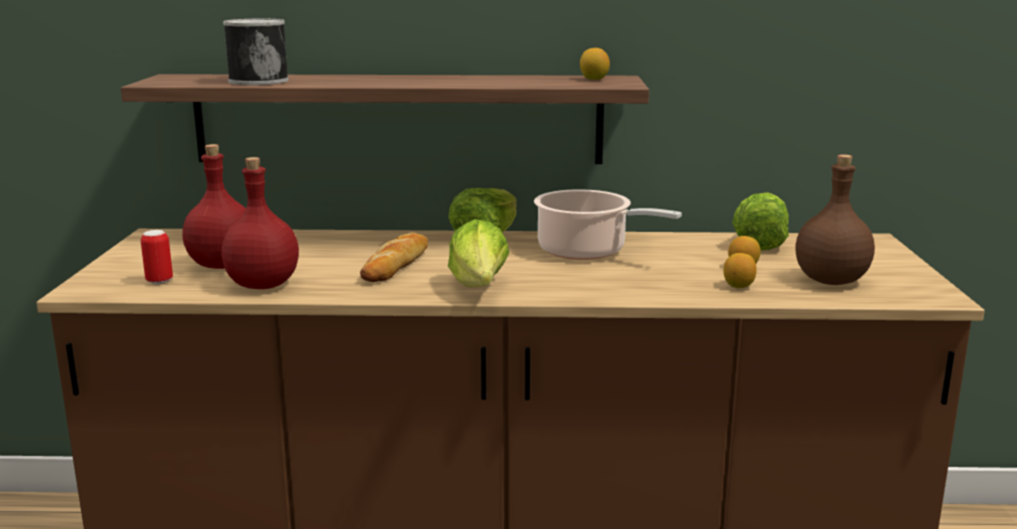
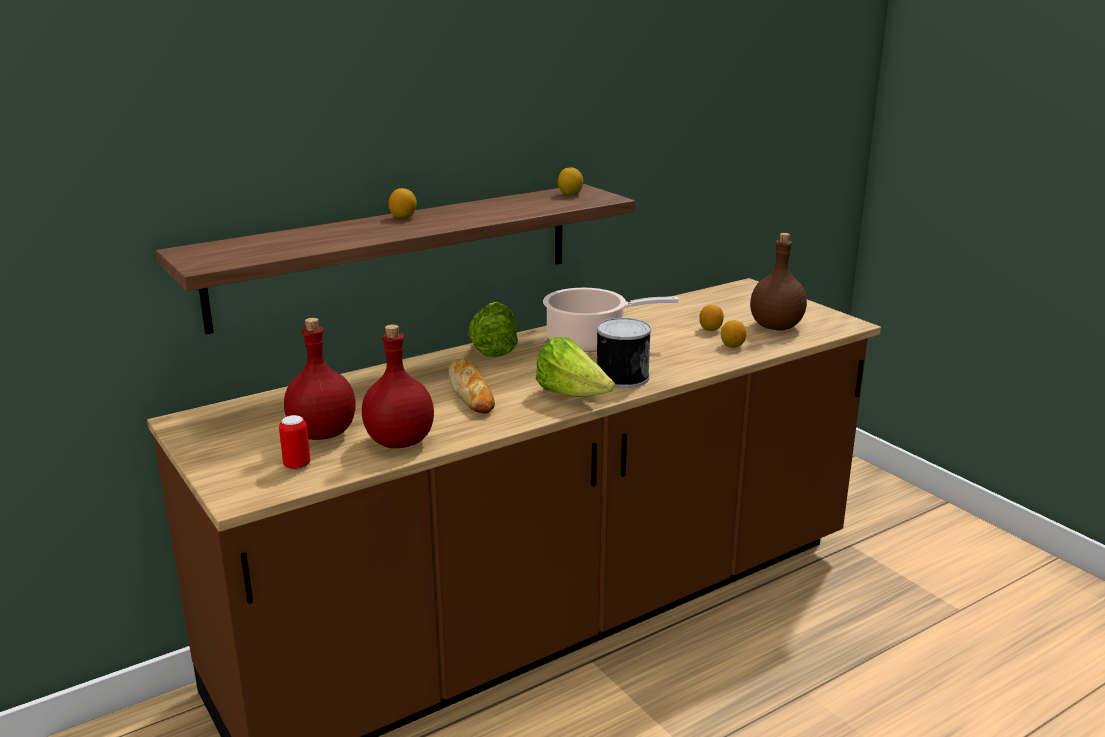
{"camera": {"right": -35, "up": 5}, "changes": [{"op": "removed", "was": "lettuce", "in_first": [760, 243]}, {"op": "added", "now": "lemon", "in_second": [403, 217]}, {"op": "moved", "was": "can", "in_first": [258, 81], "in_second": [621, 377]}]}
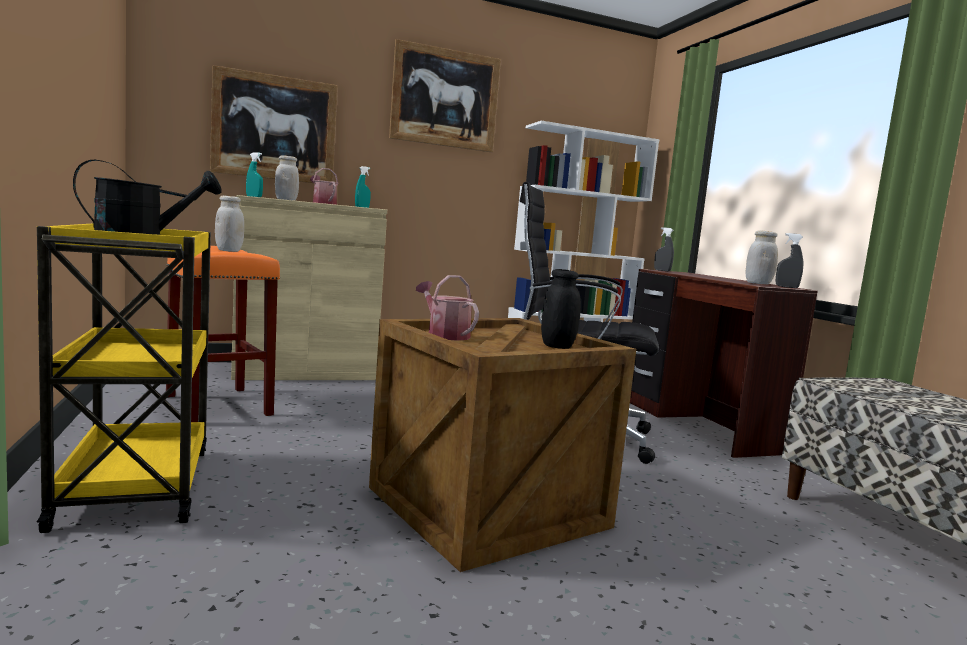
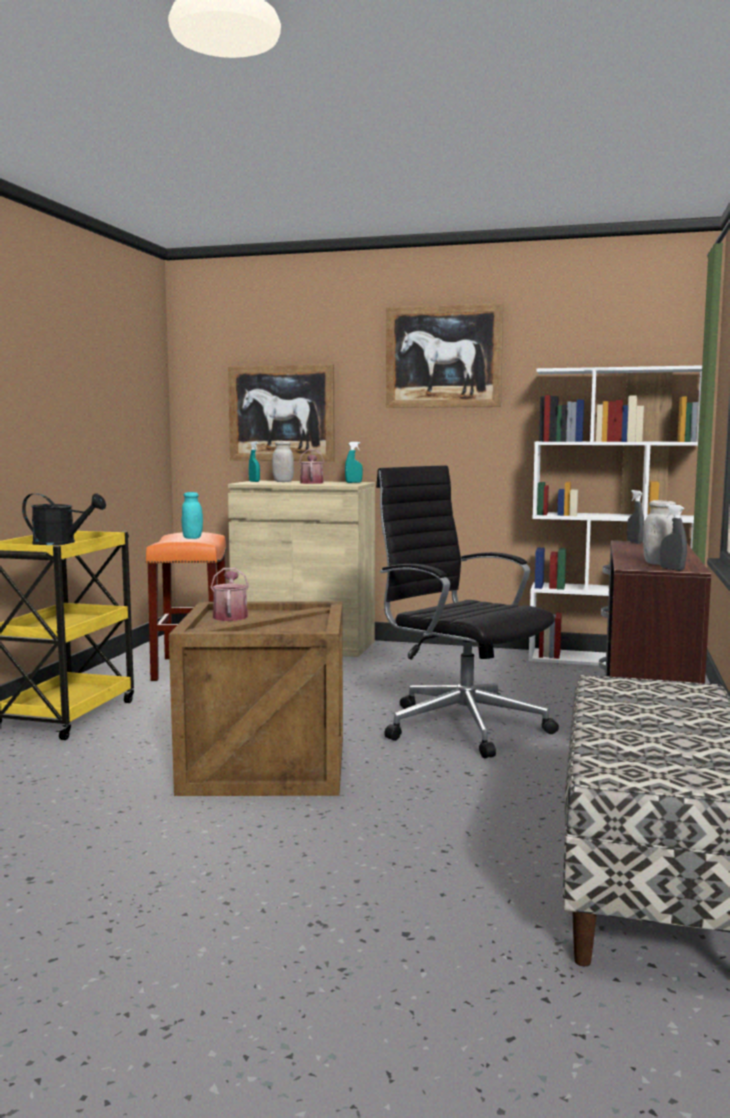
{"camera": {"right": 35, "up": 0}, "changes": [{"op": "removed", "was": "jar (black)", "in_first": [557, 346]}, {"op": "recoloured", "was": "jar (white)", "now": "jar (turquoise)", "in_first": [229, 251], "in_second": [192, 538]}]}
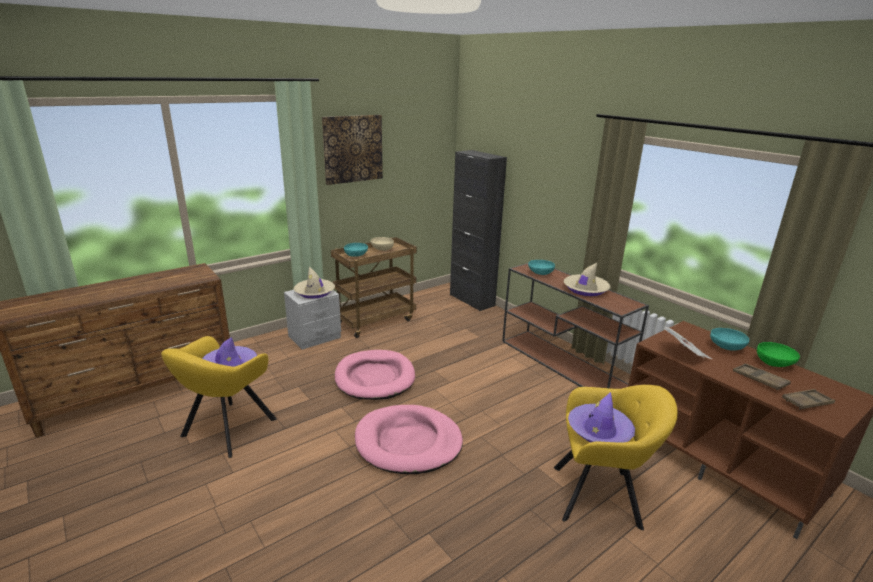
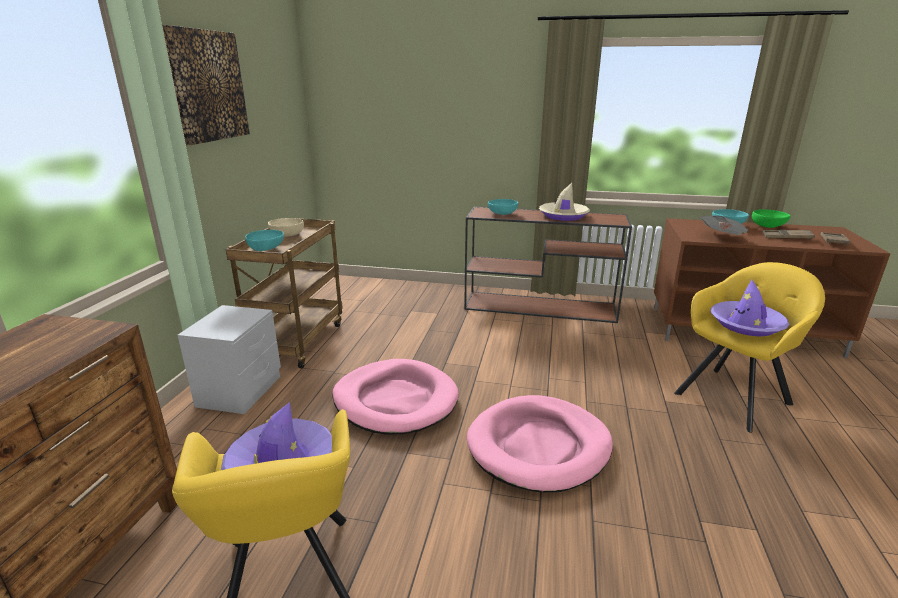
{"camera": {"right": -40, "up": 0}, "changes": [{"op": "removed", "was": "hat (beige)", "in_first": [314, 292]}, {"op": "removed", "was": "cabinet (black)", "in_first": [472, 300]}]}
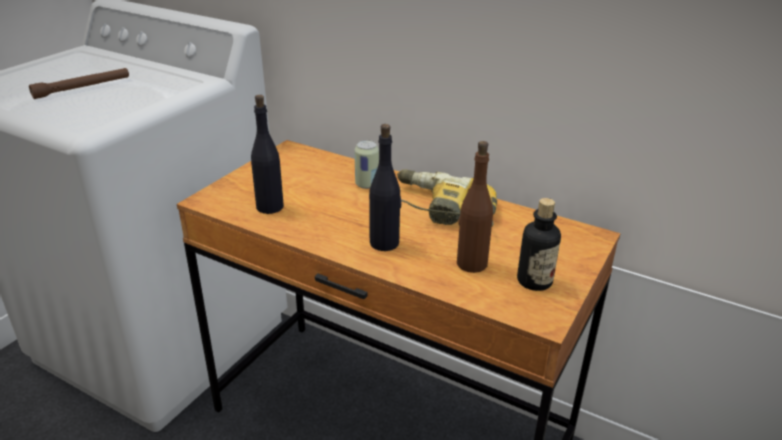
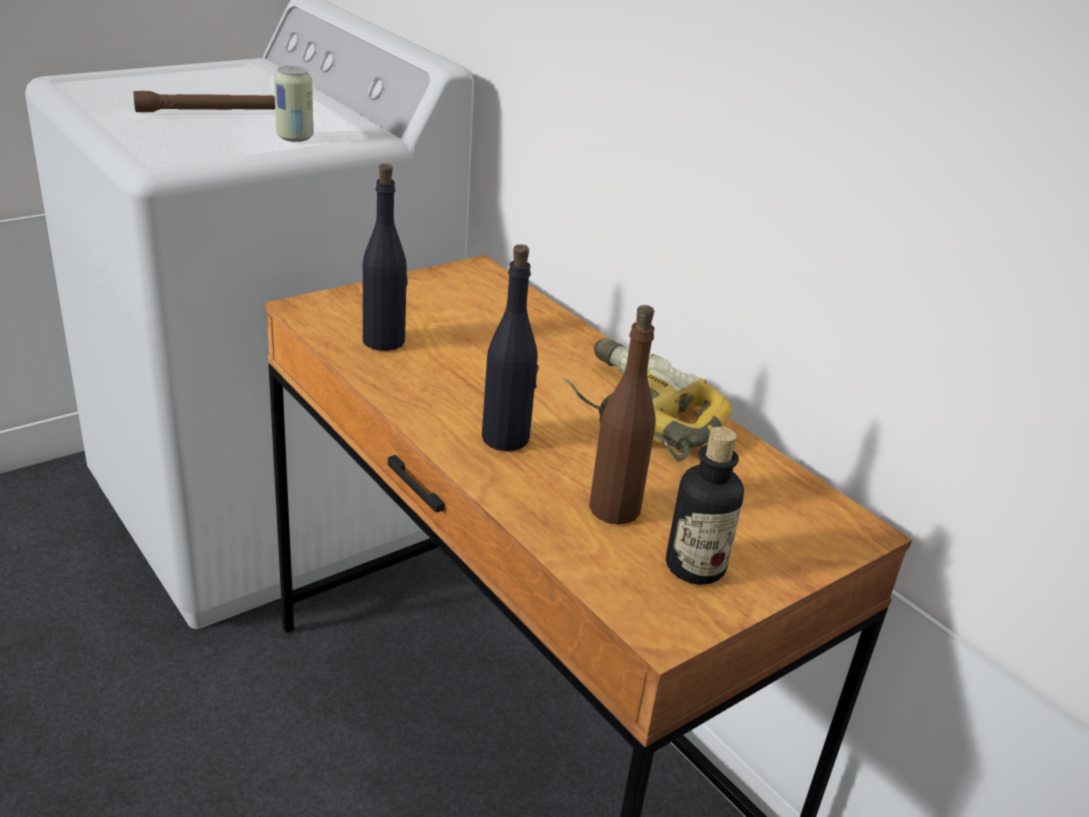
{"camera": {"right": 20, "up": 0}, "changes": [{"op": "moved", "was": "can", "in_first": [367, 184], "in_second": [295, 137]}]}
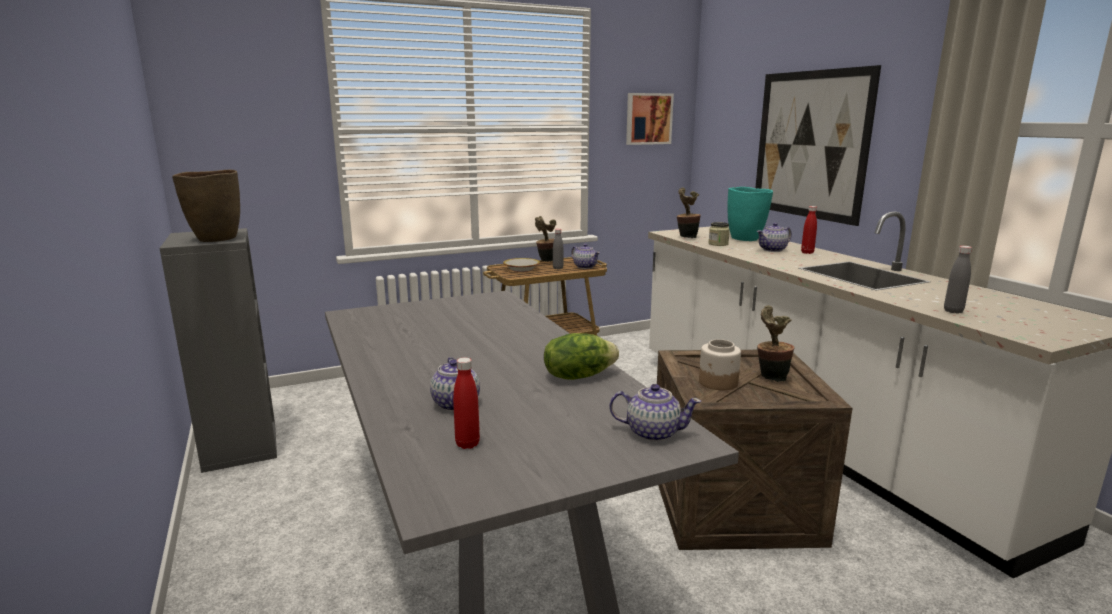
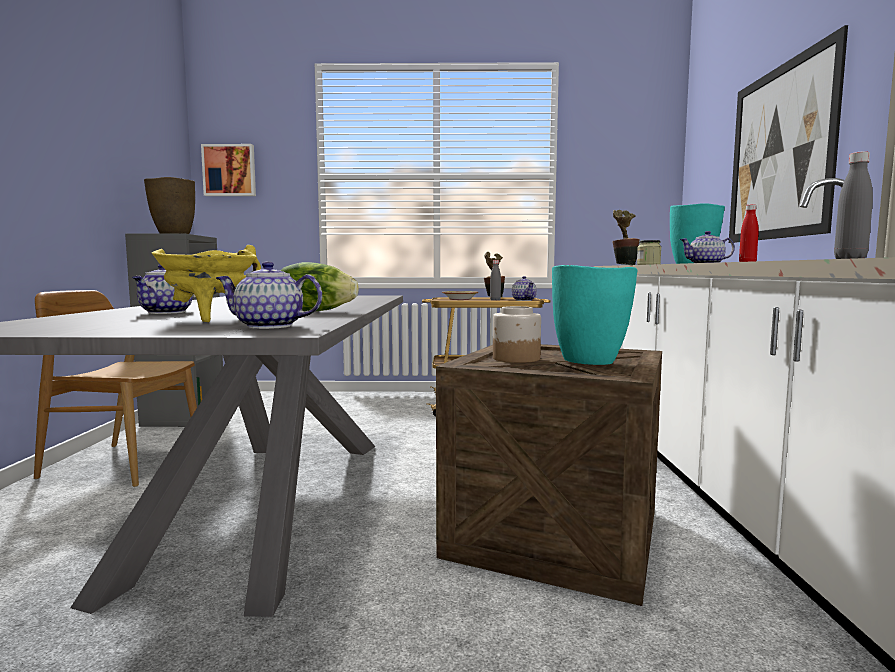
{"camera": {"right": 25, "up": -10}, "changes": [{"op": "removed", "was": "bottle (red)", "in_first": [467, 444]}, {"op": "added", "now": "chair (brown)", "in_second": [124, 464]}, {"op": "added", "now": "cooking pot (yellow)", "in_second": [210, 319]}, {"op": "moved", "was": "picture", "in_first": [648, 119], "in_second": [230, 170]}, {"op": "replaced", "was": "potted plant", "now": "vase (turquoise)", "in_first": [770, 377], "in_second": [590, 361]}, {"op": "turned", "was": "teapot", "in_first": [652, 432], "in_second": [270, 326], "clockwise": 150}]}
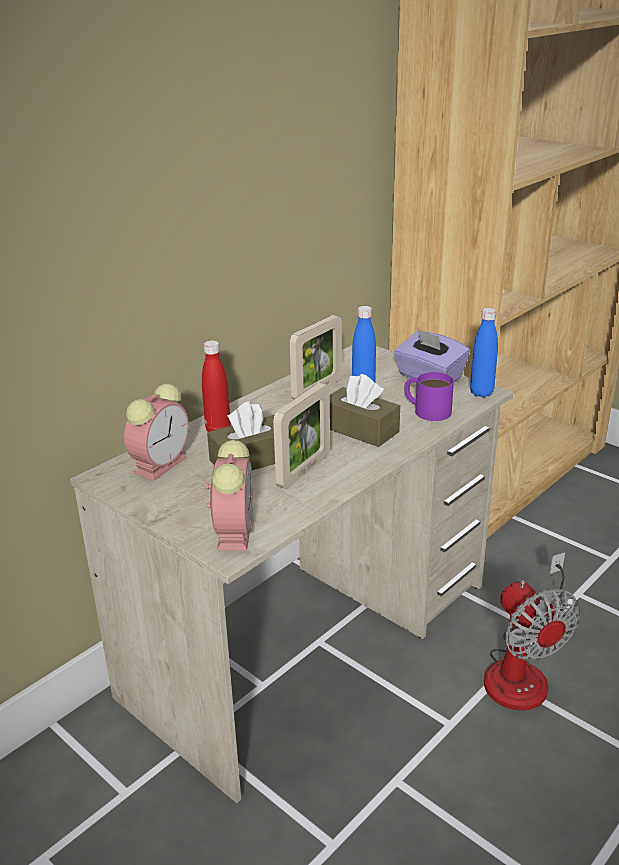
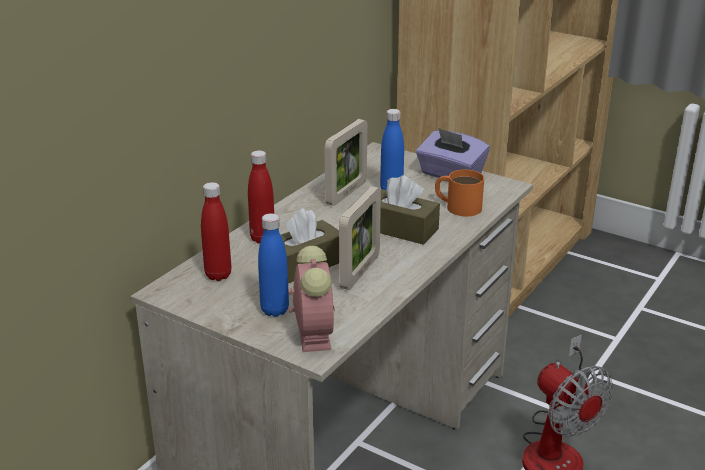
{"camera": {"right": -10, "up": 0}, "changes": [{"op": "moved", "was": "bottle (blue)", "in_first": [481, 393], "in_second": [274, 310]}, {"op": "replaced", "was": "alarm clock", "now": "bottle (red)", "in_first": [161, 464], "in_second": [218, 275]}, {"op": "recoloured", "was": "mug (purple)", "now": "mug (orange)", "in_first": [426, 410], "in_second": [457, 206]}]}
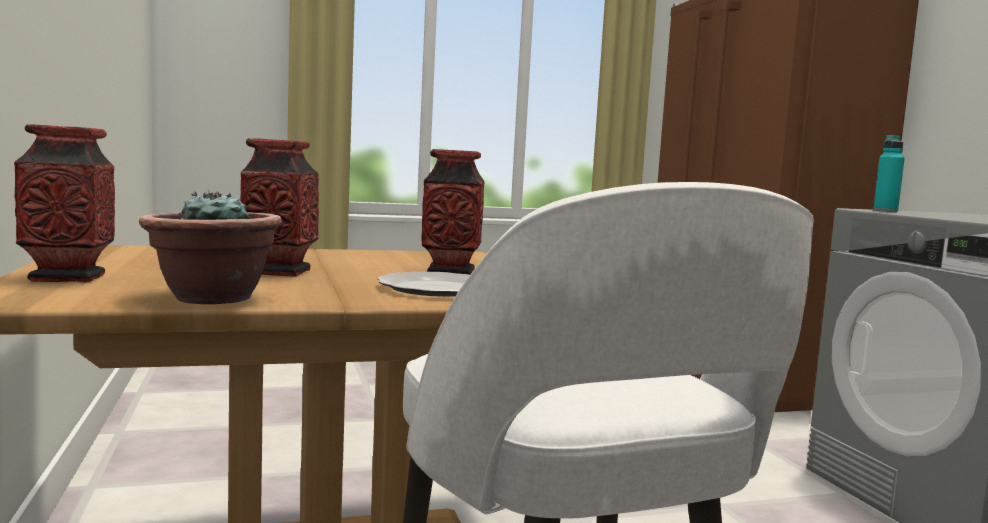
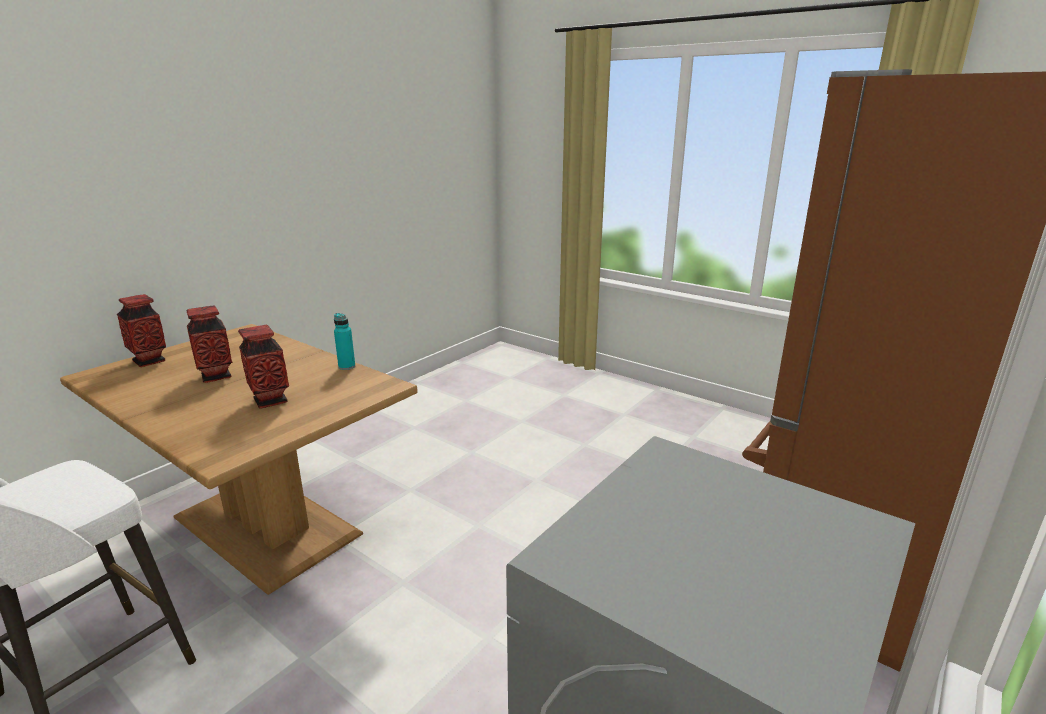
{"camera": {"right": 55, "up": 15}, "changes": [{"op": "removed", "was": "potted plant", "in_first": [211, 298]}, {"op": "removed", "was": "plate", "in_first": [438, 289]}, {"op": "moved", "was": "bottle (turquoise)", "in_first": [885, 211], "in_second": [347, 366]}]}
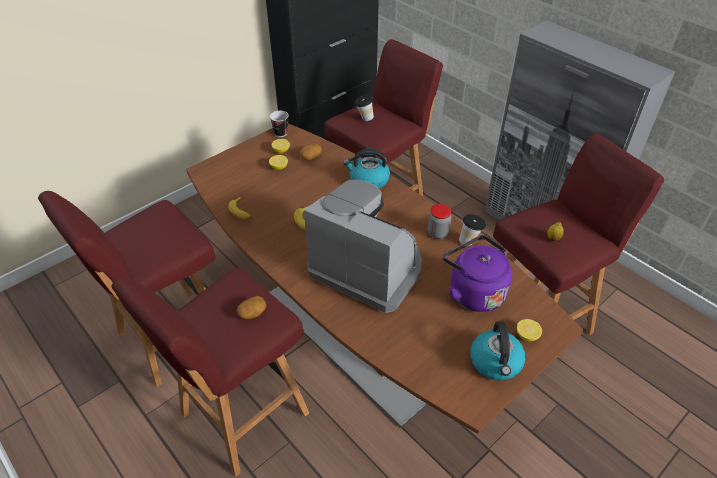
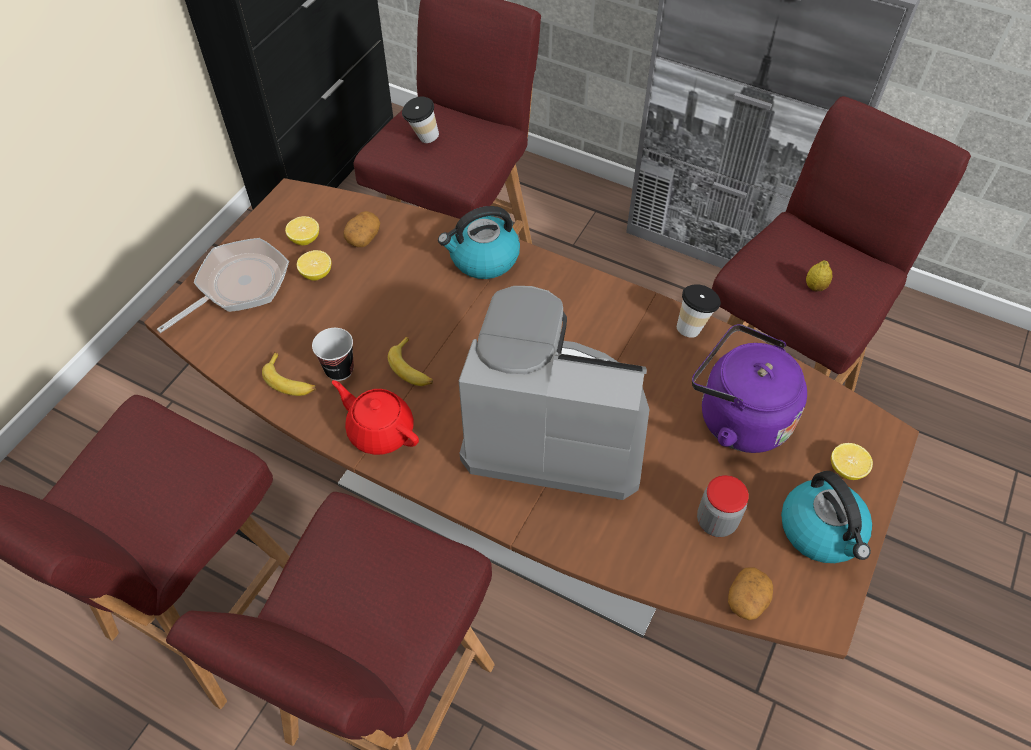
{"camera": {"right": -20, "up": 10}, "changes": [{"op": "added", "now": "frying pan", "in_second": [238, 286]}, {"op": "added", "now": "teapot (red)", "in_second": [380, 430]}, {"op": "moved", "was": "potato", "in_first": [252, 313], "in_second": [747, 600]}, {"op": "moved", "was": "cup", "in_first": [281, 133], "in_second": [339, 369]}, {"op": "moved", "was": "jar", "in_first": [438, 233], "in_second": [716, 521]}]}
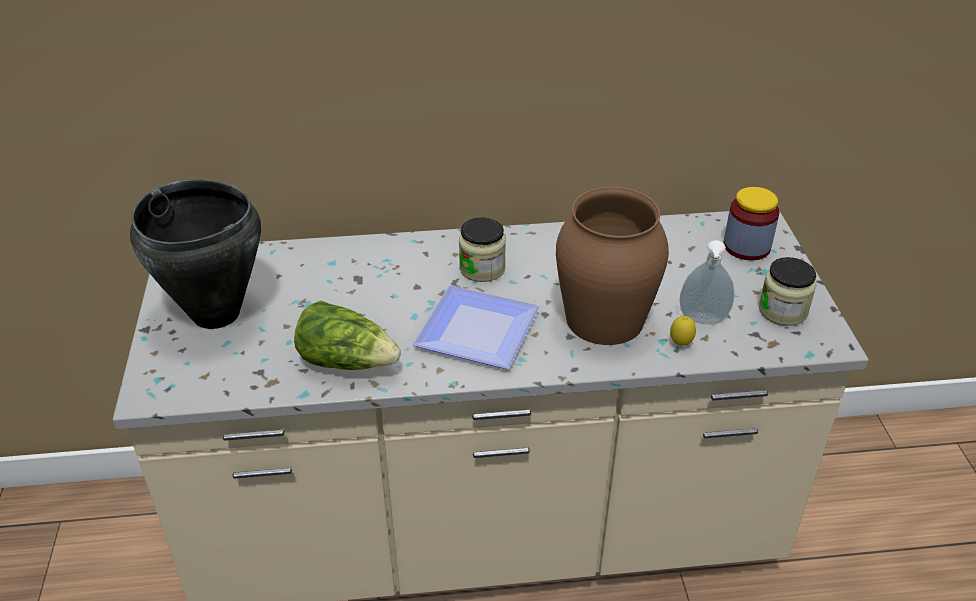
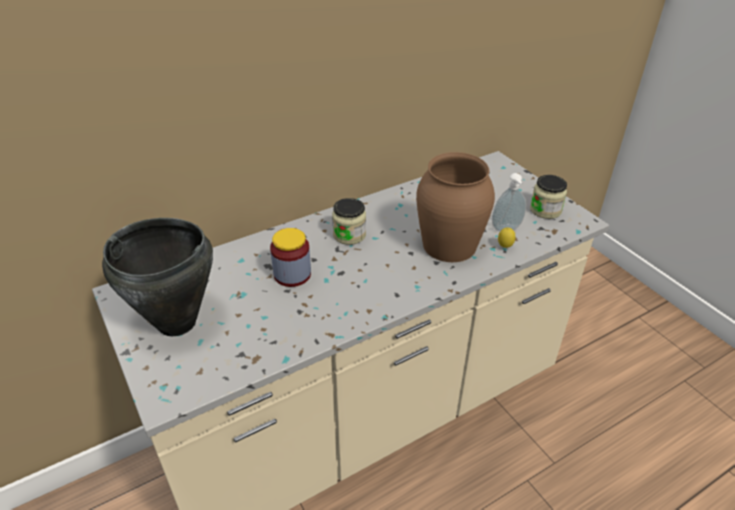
{"camera": {"right": -25, "up": 0}, "changes": [{"op": "removed", "was": "lettuce", "in_first": [347, 361]}, {"op": "removed", "was": "plate", "in_first": [479, 334]}, {"op": "moved", "was": "jar", "in_first": [746, 246], "in_second": [292, 274]}]}
